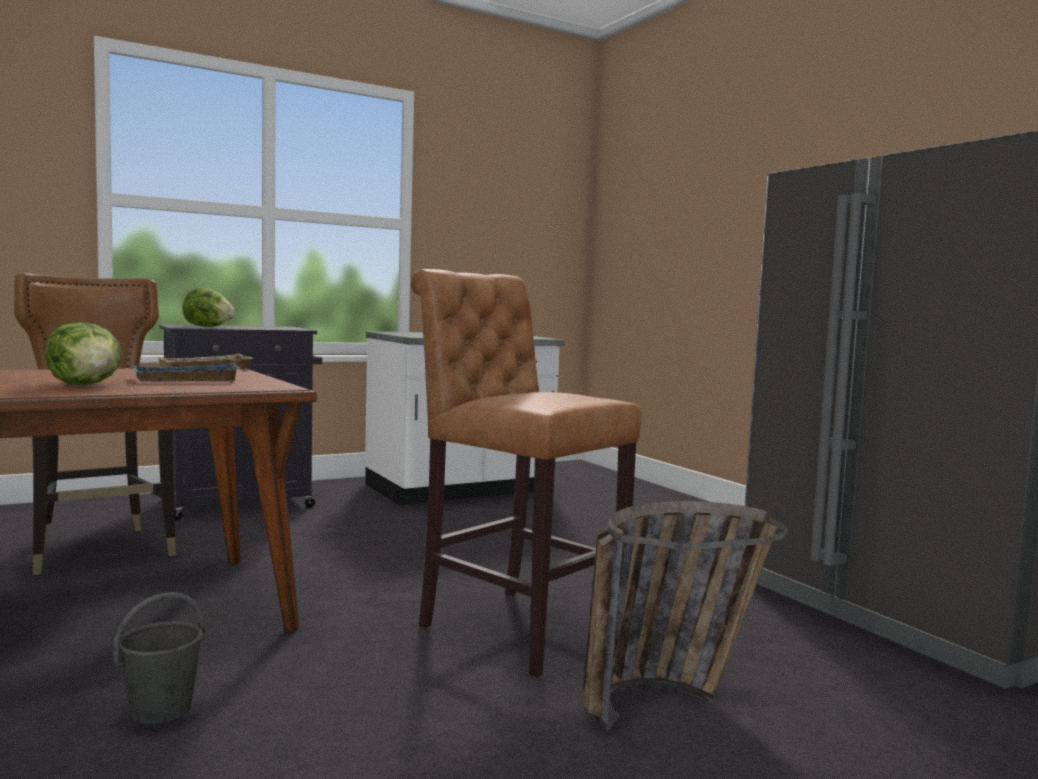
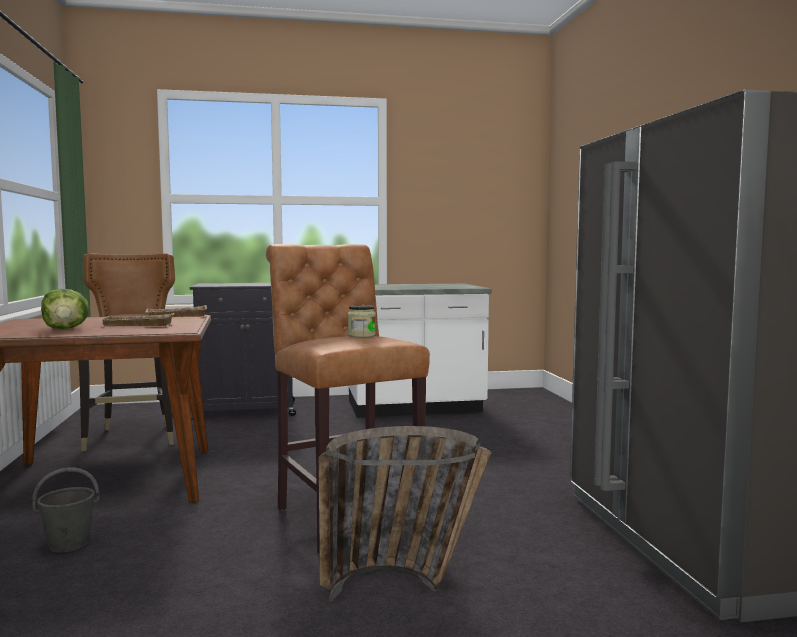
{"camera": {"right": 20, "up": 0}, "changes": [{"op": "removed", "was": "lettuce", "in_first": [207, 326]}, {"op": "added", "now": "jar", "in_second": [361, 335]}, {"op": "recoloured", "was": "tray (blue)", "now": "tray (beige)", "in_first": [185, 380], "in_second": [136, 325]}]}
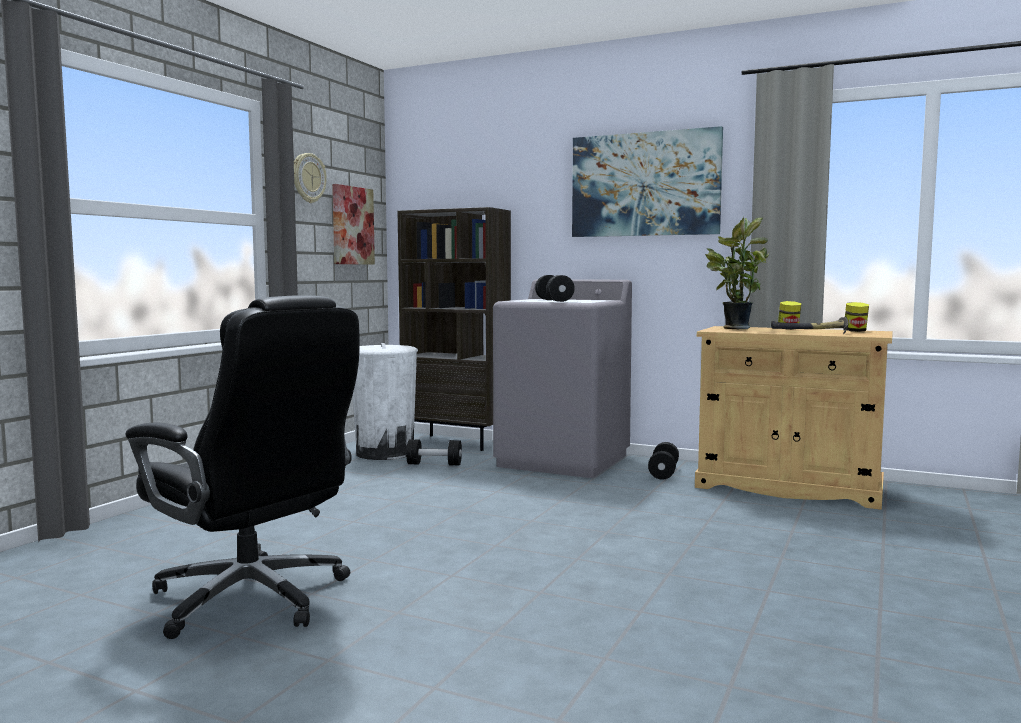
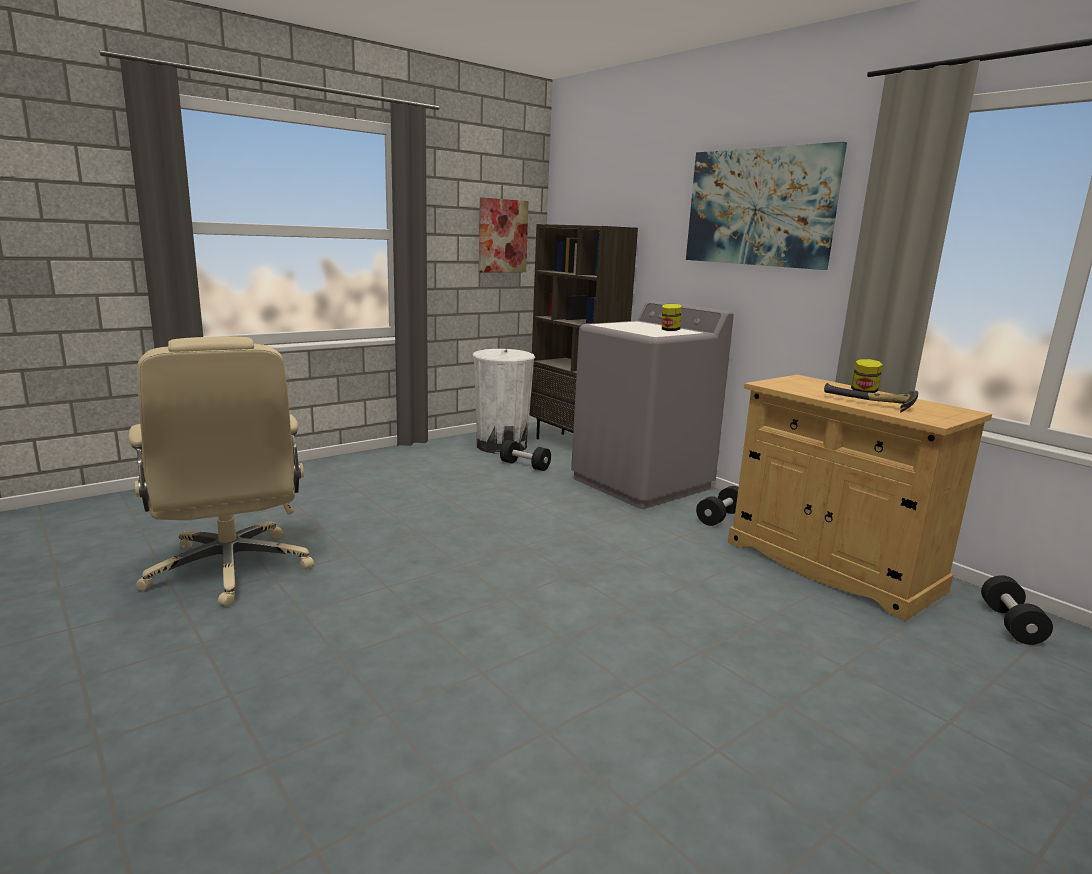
{"camera": {"right": 25, "up": 10}, "changes": [{"op": "removed", "was": "wall clock", "in_first": [308, 178]}, {"op": "removed", "was": "potted plant", "in_first": [734, 328]}, {"op": "moved", "was": "dumbbell (black)", "in_first": [554, 300], "in_second": [1010, 624]}, {"op": "moved", "was": "jar", "in_first": [855, 331], "in_second": [670, 330]}, {"op": "recoloured", "was": "office chair (black)", "now": "office chair (beige)", "in_first": [253, 599], "in_second": [230, 569]}]}
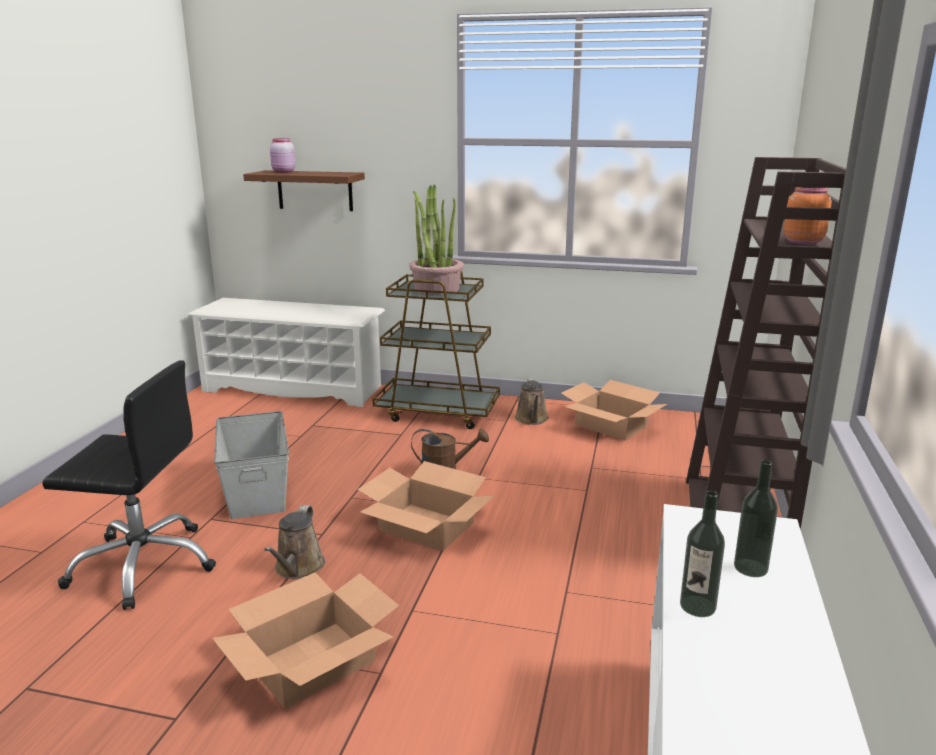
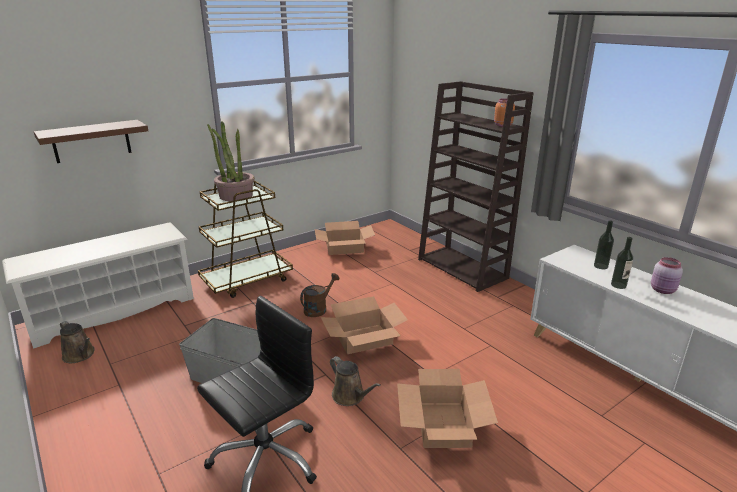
{"camera": {"right": -50, "up": 5}, "changes": [{"op": "moved", "was": "jar (pink)", "in_first": [283, 172], "in_second": [663, 290]}, {"op": "moved", "was": "watering can (brown)", "in_first": [532, 419], "in_second": [80, 355]}]}
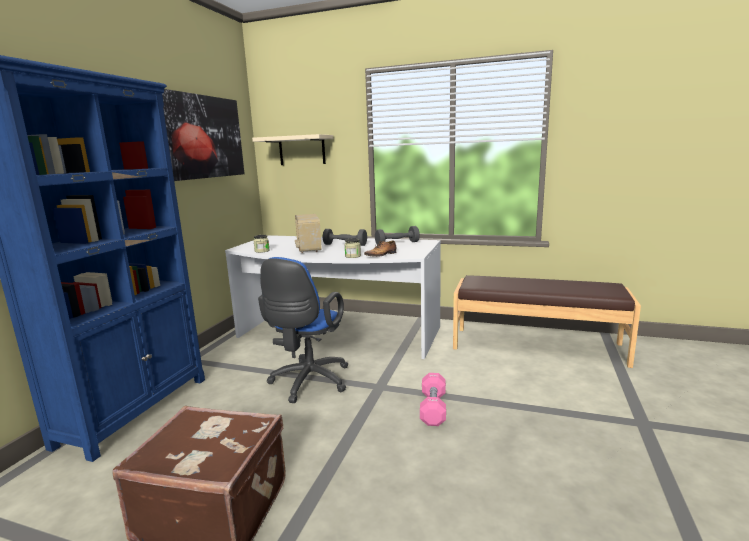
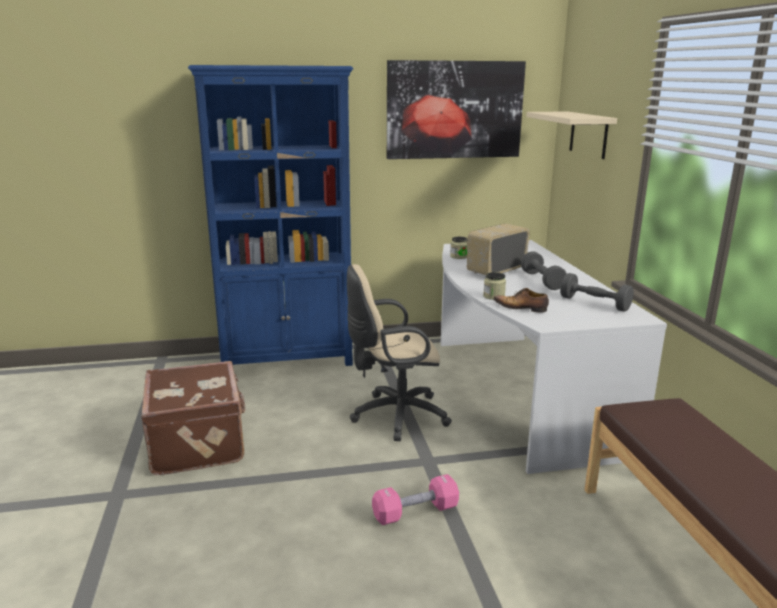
{"camera": {"right": 60, "up": 5}, "changes": [{"op": "recoloured", "was": "office chair (blue)", "now": "office chair (beige)", "in_first": [308, 383], "in_second": [394, 416]}]}
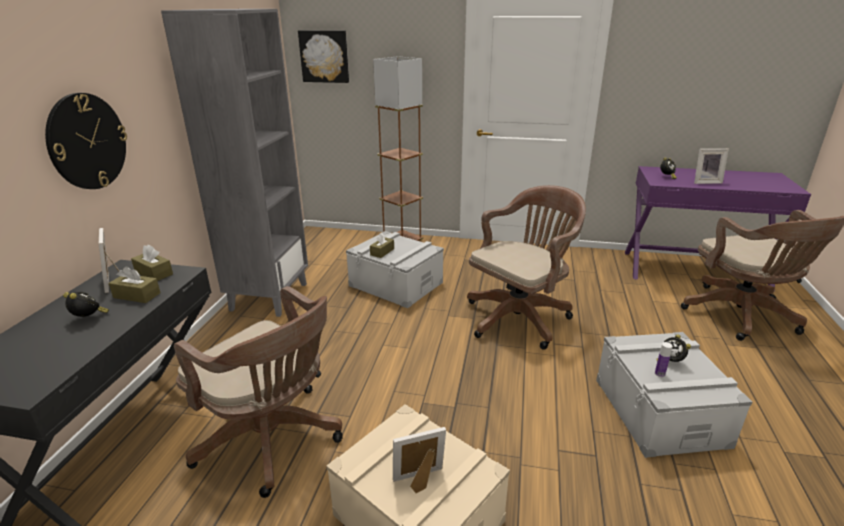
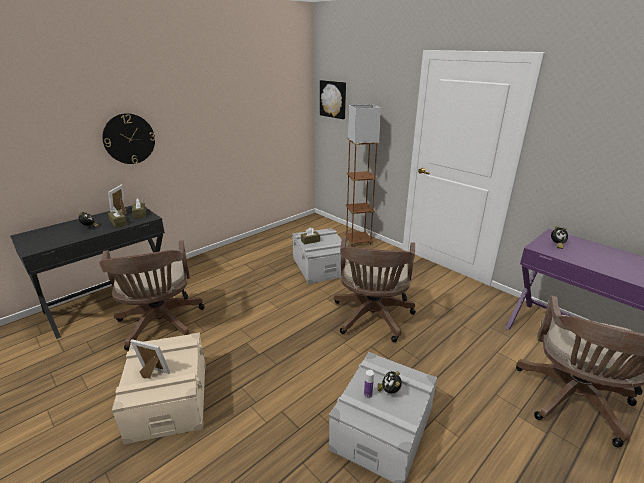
{"camera": {"right": 35, "up": 0}, "changes": [{"op": "removed", "was": "bookcase (grey)", "in_first": [269, 296]}, {"op": "removed", "was": "picture frame", "in_first": [705, 182]}, {"op": "turned", "was": "office chair (brown)", "in_first": [520, 317], "in_second": [372, 319], "clockwise": 105}]}
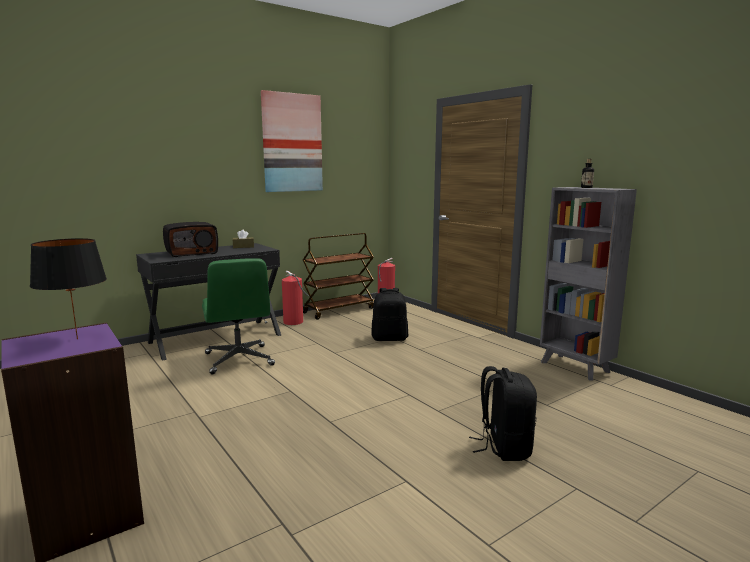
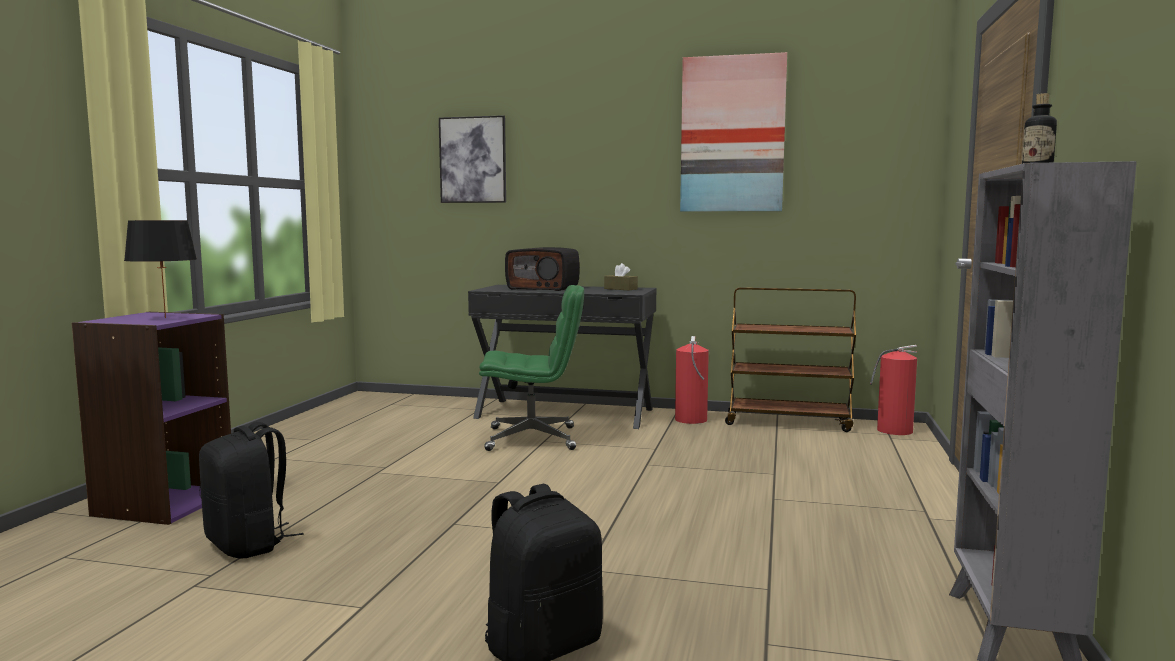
{"camera": {"right": 50, "up": -5}, "changes": [{"op": "added", "now": "picture", "in_second": [473, 160]}, {"op": "moved", "was": "backpack (black)", "in_first": [390, 338], "in_second": [248, 545]}, {"op": "turned", "was": "office chair (green)", "in_first": [239, 360], "in_second": [533, 439], "clockwise": -120}]}
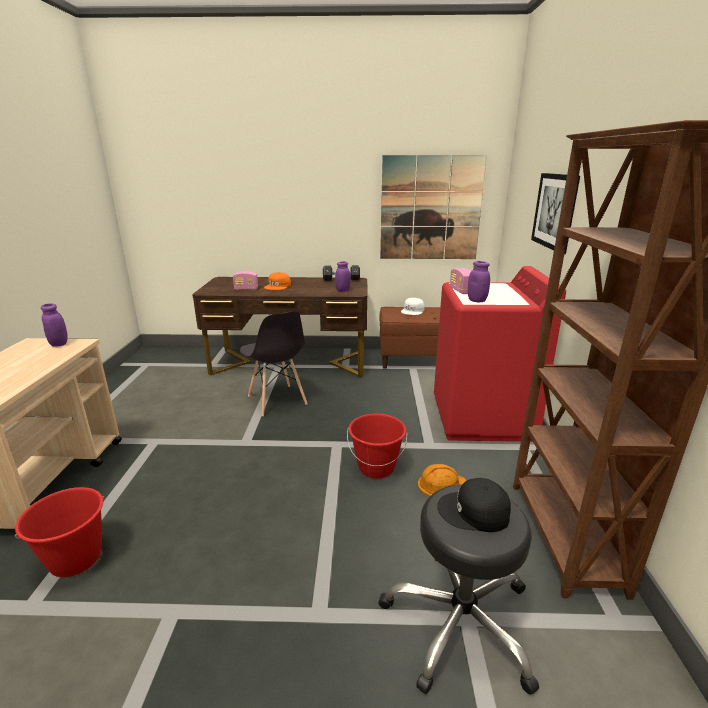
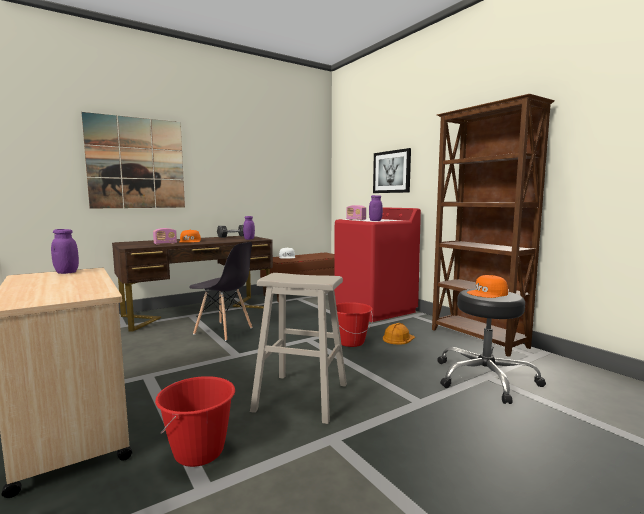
{"camera": {"right": -35, "up": -15}, "changes": [{"op": "added", "now": "stool (beige)", "in_second": [301, 397]}, {"op": "moved", "was": "picture", "in_first": [430, 209], "in_second": [136, 163]}, {"op": "recoloured", "was": "cap (black)", "now": "cap (orange)", "in_first": [474, 512], "in_second": [488, 293]}]}
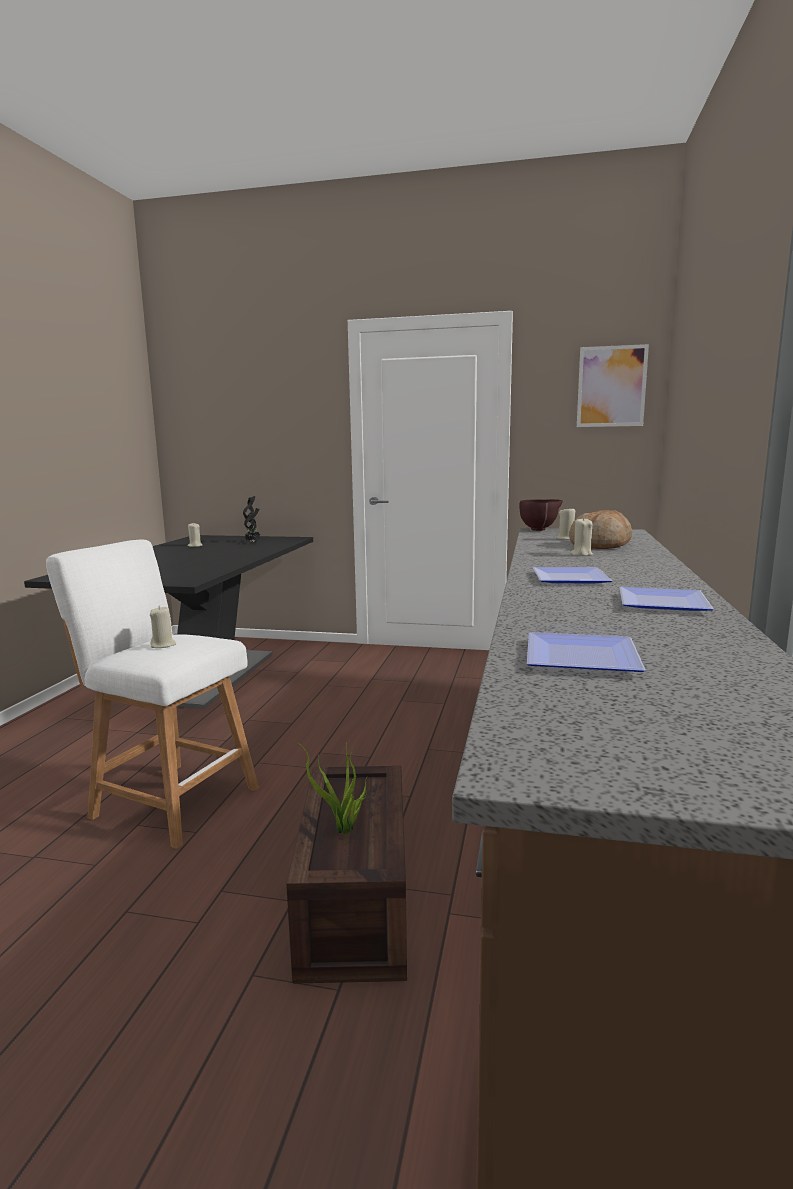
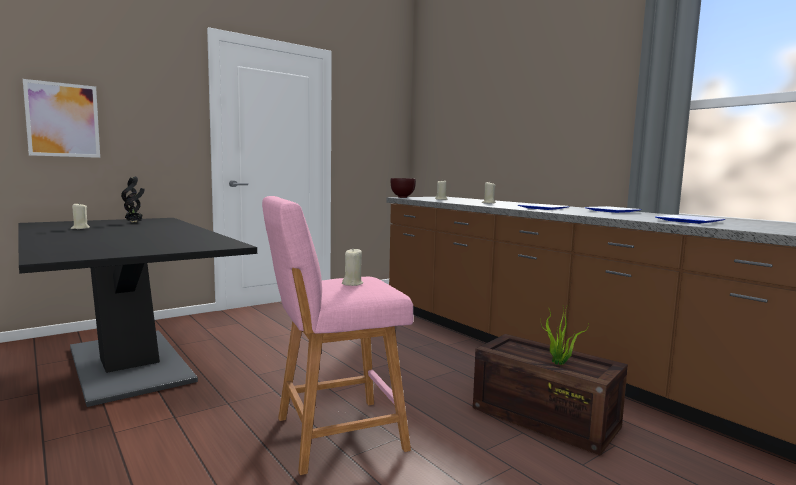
{"camera": {"right": -50, "up": -5}, "changes": [{"op": "removed", "was": "bread", "in_first": [600, 545]}, {"op": "moved", "was": "picture", "in_first": [611, 386], "in_second": [63, 120]}, {"op": "recoloured", "was": "stool (white)", "now": "stool (pink)", "in_first": [170, 800], "in_second": [333, 435]}]}
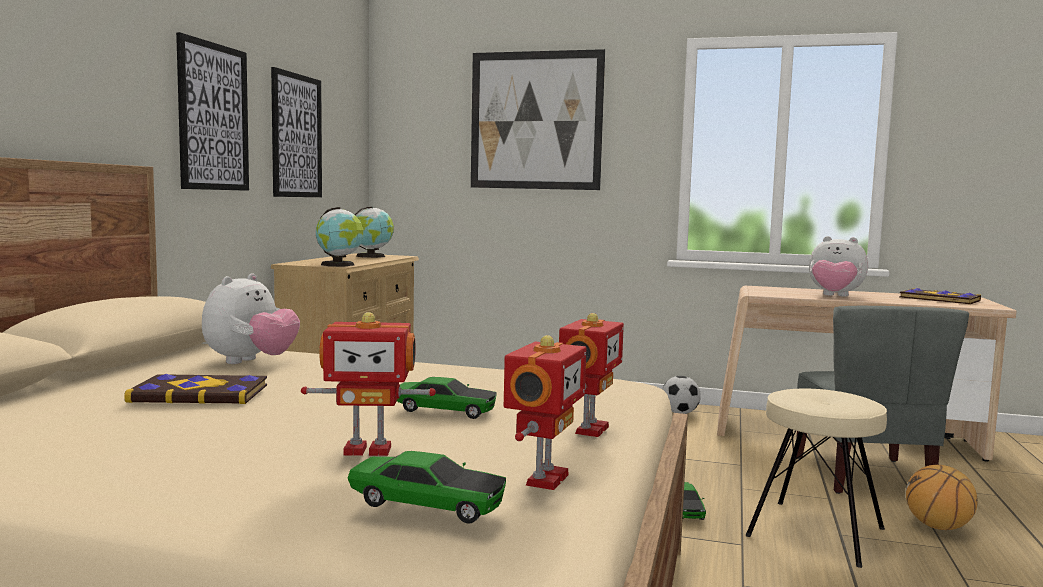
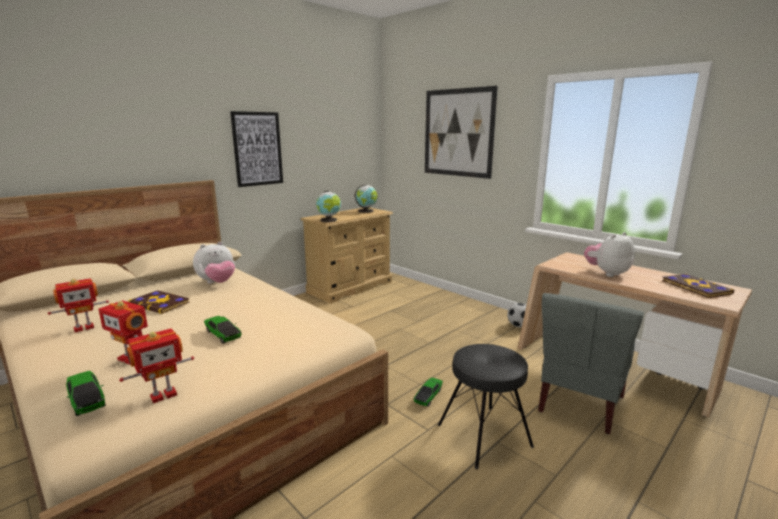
{"camera": {"right": 30, "up": 10}, "changes": [{"op": "removed", "was": "picture", "in_first": [296, 136]}, {"op": "removed", "was": "basketball", "in_first": [938, 527]}, {"op": "moved", "was": "toy robot", "in_first": [589, 430], "in_second": [84, 328]}, {"op": "recoloured", "was": "stool (beige)", "now": "stool (black)", "in_first": [817, 532], "in_second": [484, 435]}, {"op": "turned", "was": "plush toy", "in_first": [834, 296], "in_second": [606, 273], "clockwise": 90}]}
